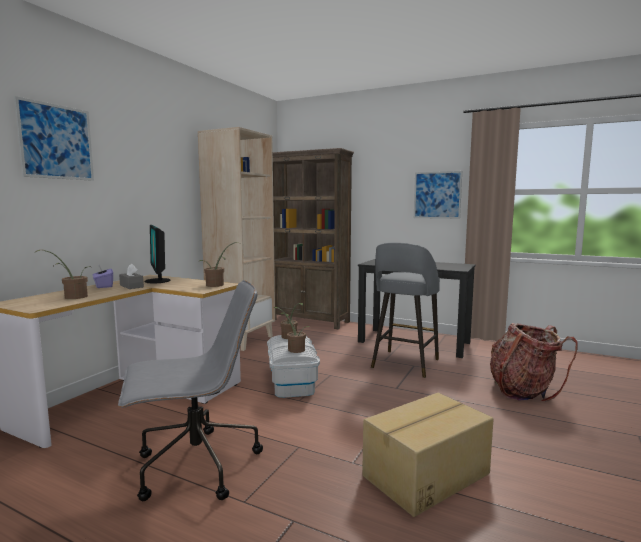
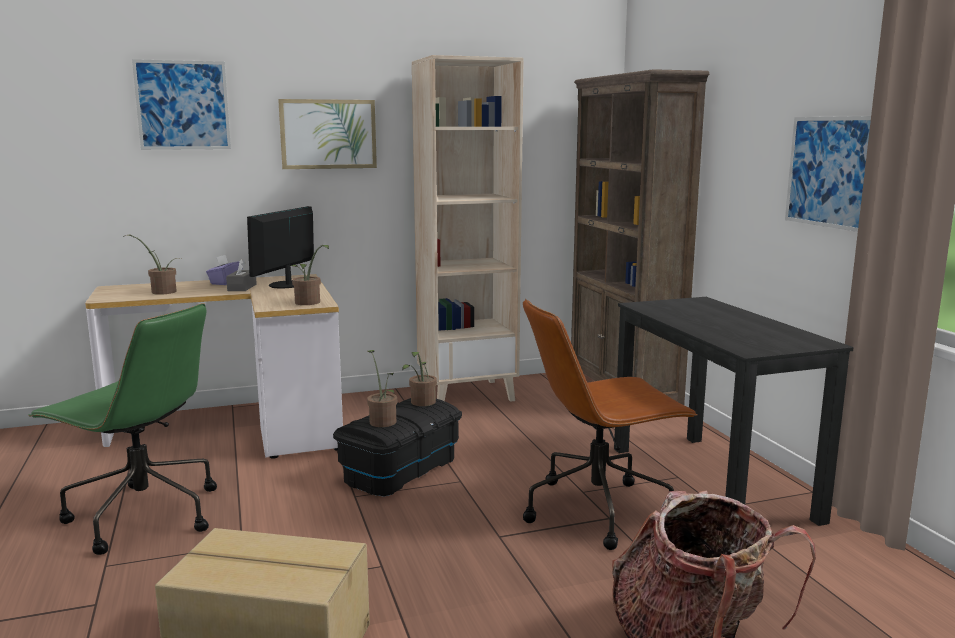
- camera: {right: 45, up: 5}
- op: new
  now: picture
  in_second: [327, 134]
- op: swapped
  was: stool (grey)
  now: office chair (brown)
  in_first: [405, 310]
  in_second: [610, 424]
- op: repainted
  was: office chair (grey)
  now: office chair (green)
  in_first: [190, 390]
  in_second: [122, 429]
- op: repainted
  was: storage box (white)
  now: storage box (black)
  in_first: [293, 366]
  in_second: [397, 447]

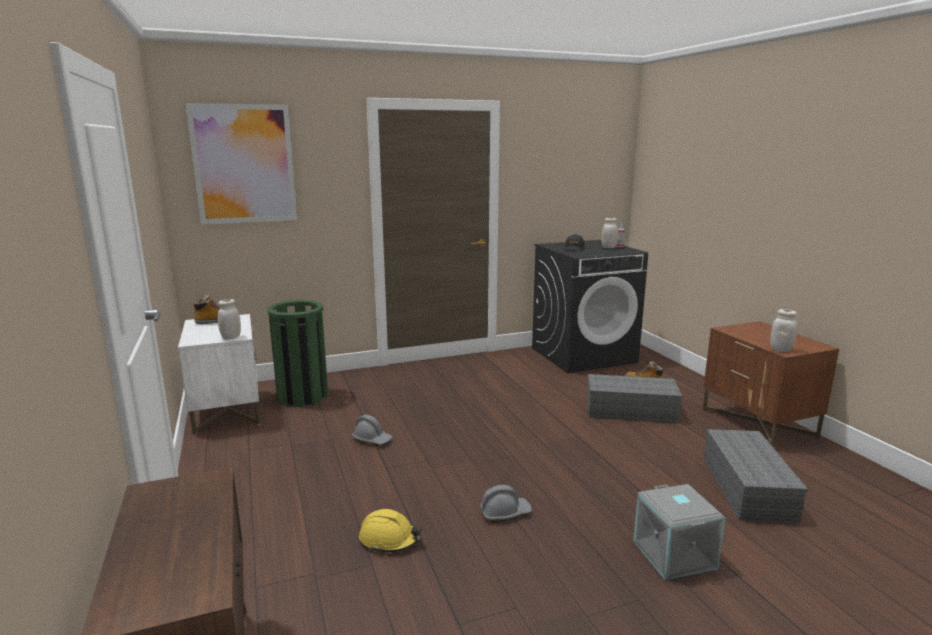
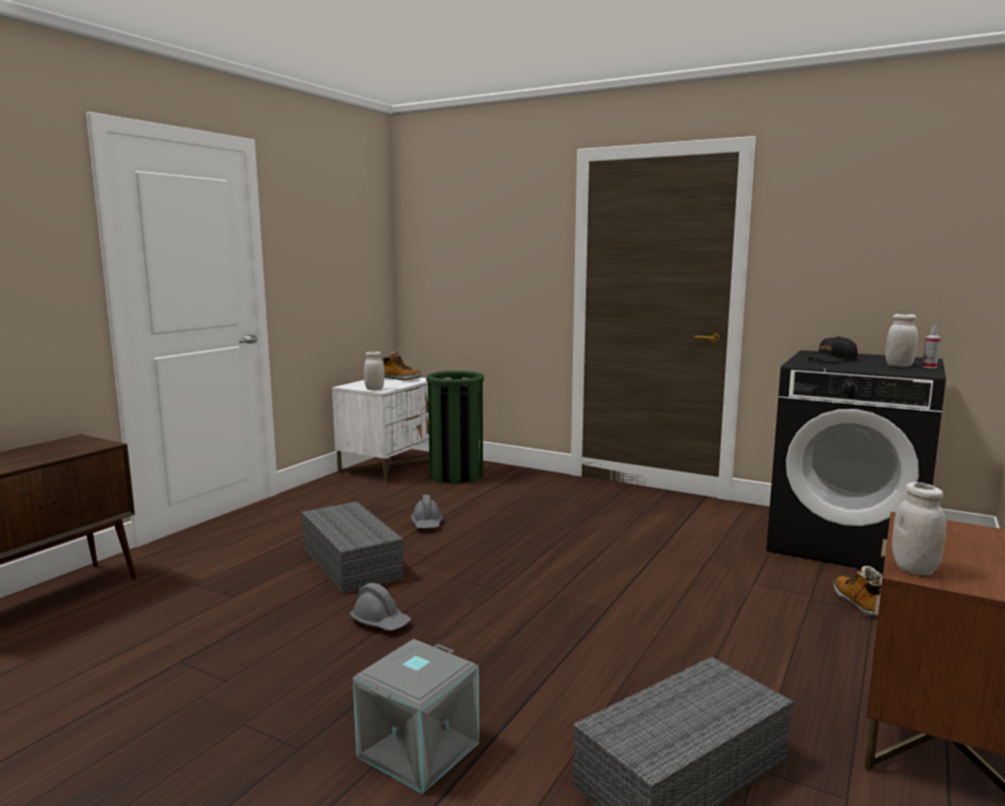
- camera: {right: 50, up: -5}
- op: gone
  was: picture
  in_first: [241, 163]
- op: gone
  was: hard hat (yellow)
  in_first: [390, 531]
- op: shifted
  was: storage box (grey)
  in_first: [634, 398]
  in_second: [352, 548]

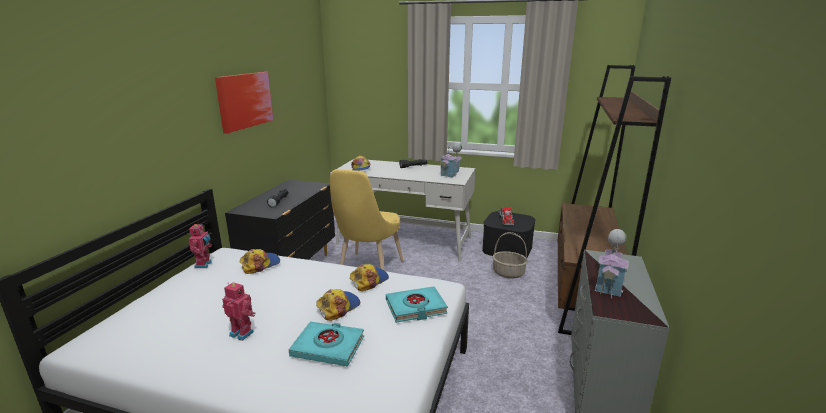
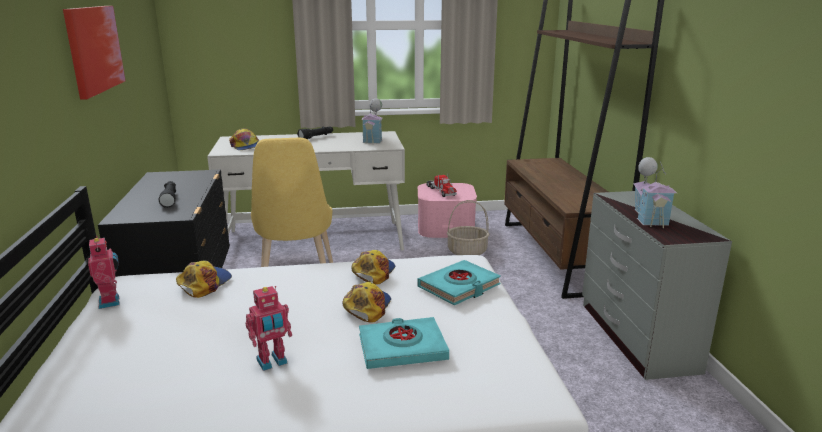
- camera: {right: -25, up: 0}
- op: repainted
  was: storage box (black)
  now: storage box (pink)
  in_first: [509, 234]
  in_second: [447, 210]
- op: rotated
  was: toy robot
  in_first: [239, 311]
  in_second: [269, 328]
  clockwise: 150

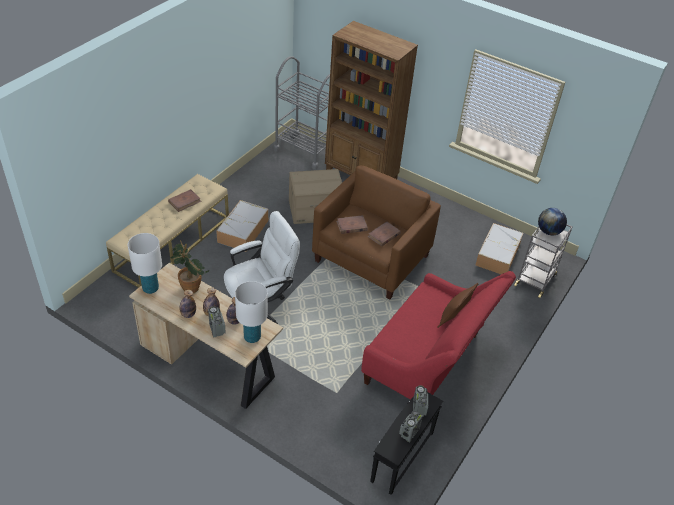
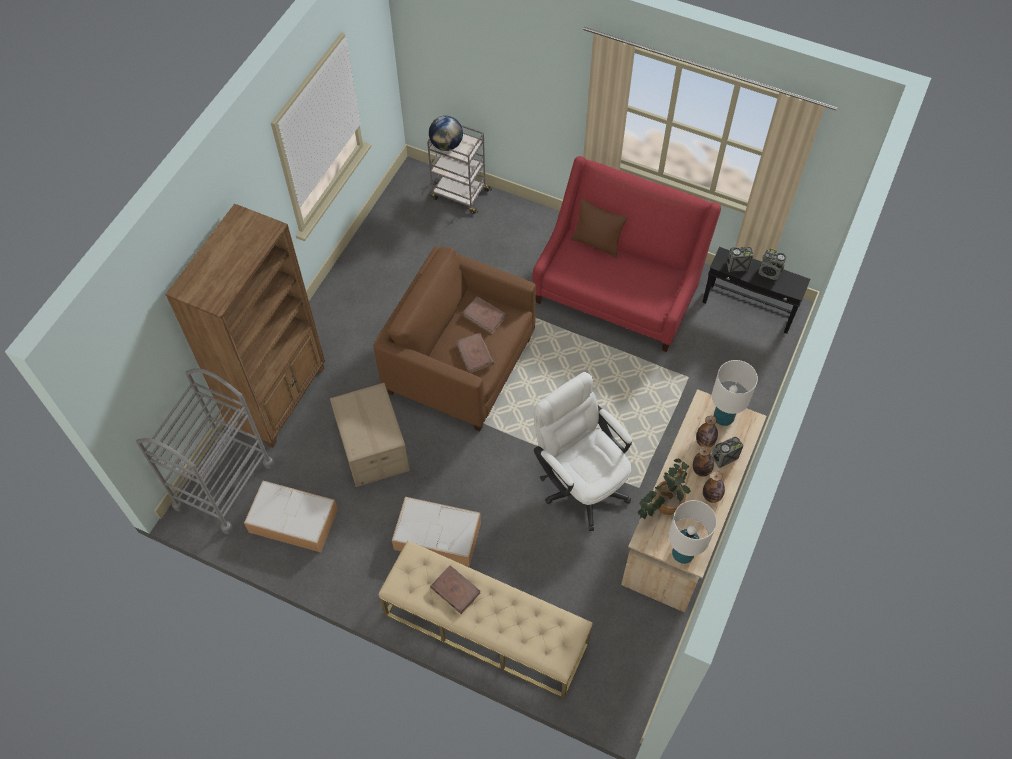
- camera: {right: -95, up: 15}
- op: shifted
  was: storage box
  in_first: [499, 248]
  in_second: [291, 516]

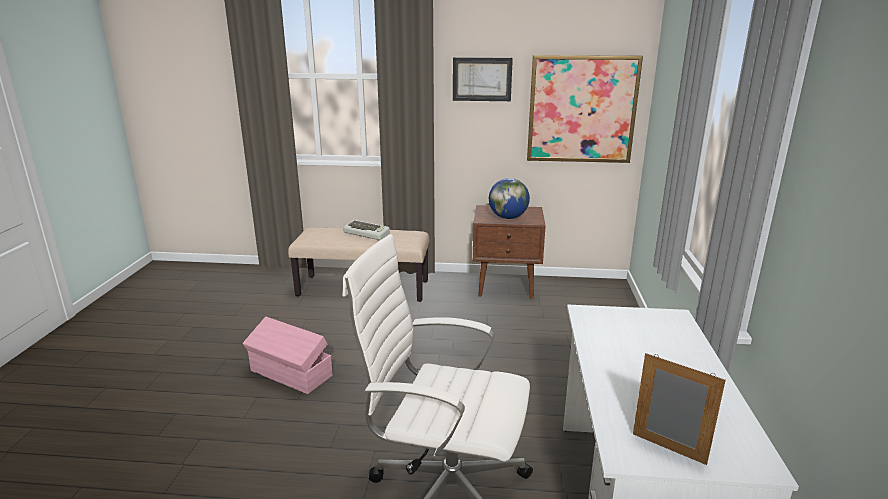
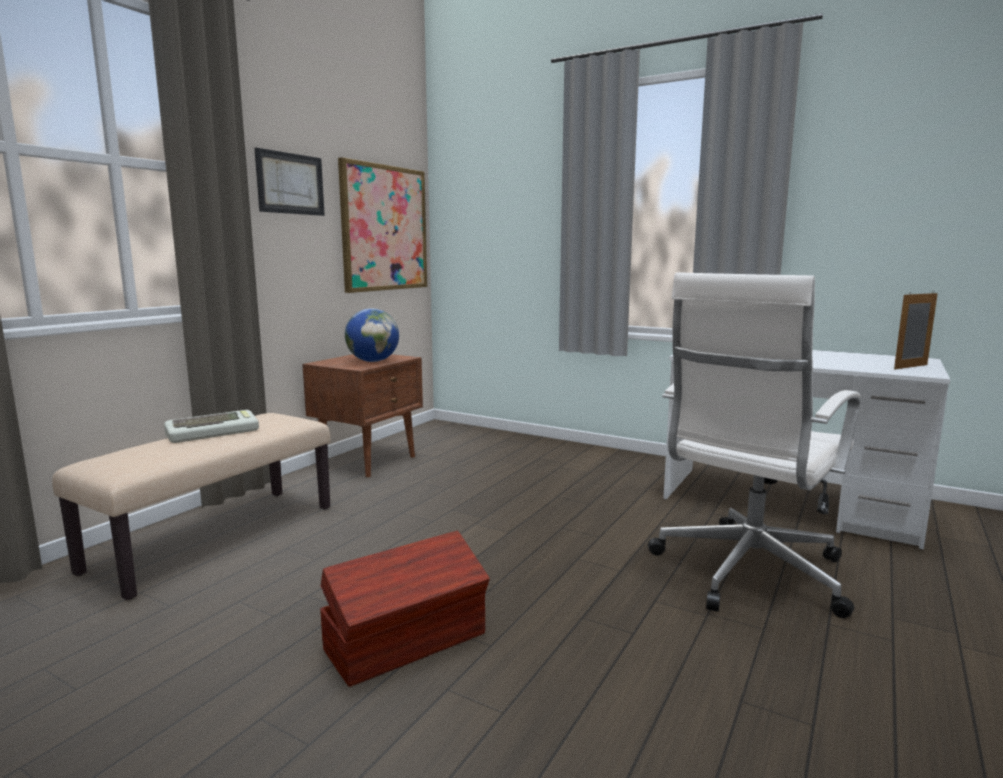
- camera: {right: -65, up: -10}
- op: repainted
  was: storage box (pink)
  now: storage box (brown)
  in_first: [288, 355]
  in_second: [405, 609]

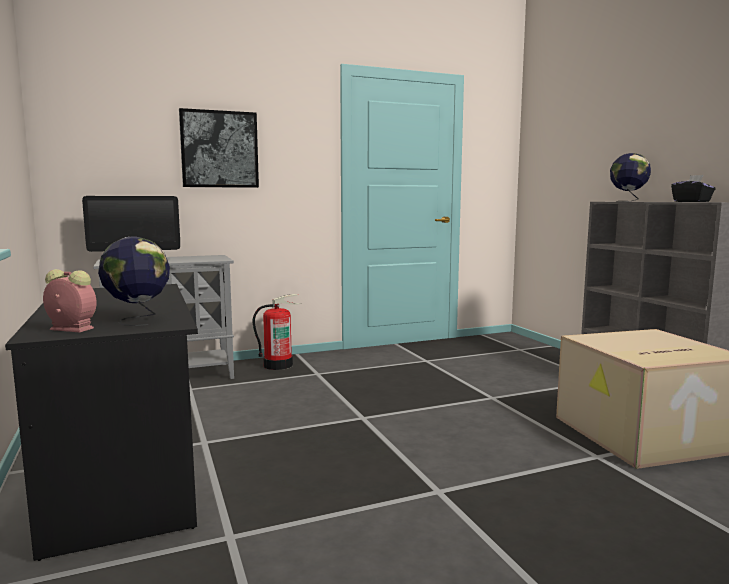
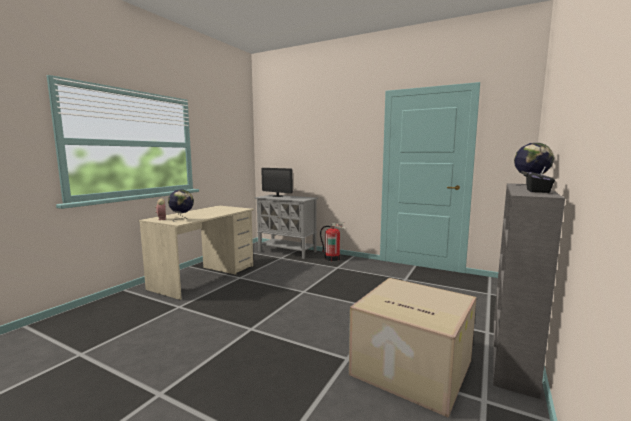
- camera: {right: 50, up: 0}
- op: gone
  was: picture
  in_first: [219, 148]
- op: repainted
  was: desk (black)
  now: desk (beige)
  in_first: [101, 422]
  in_second: [196, 253]

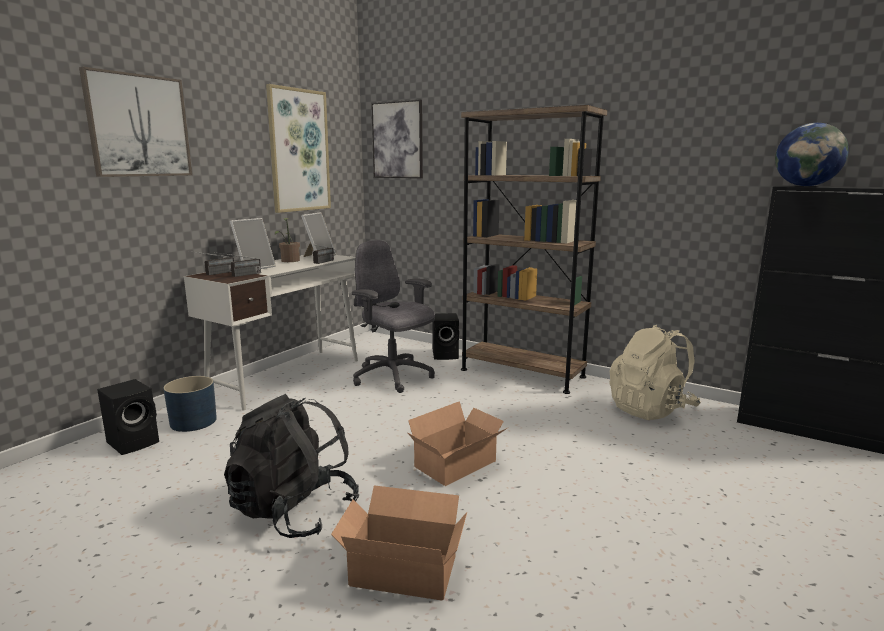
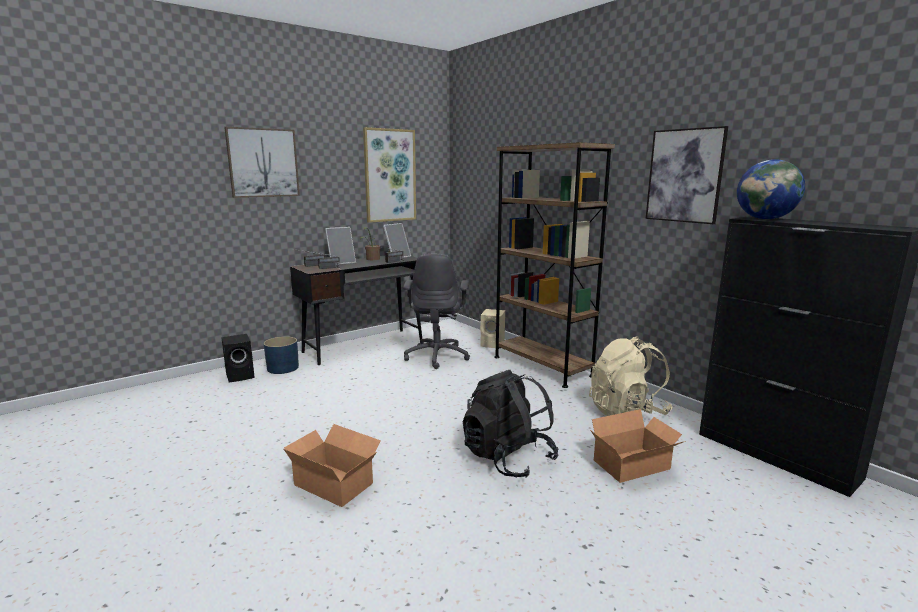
- camera: {right: 20, up: 0}
- op: shifted
  was: backpack (black)
  in_first: [291, 466]
  in_second: [510, 424]
- op: shifted
  was: picture
  in_first: [397, 138]
  in_second: [687, 175]
- op: shifted
  was: cardboard box
  in_first: [458, 443]
  in_second: [637, 446]
- op: repainted
  was: desk (white)
  now: desk (black)
  in_first: [271, 331]
  in_second: [356, 310]
- op: repainted
  was: speaker (black)
  now: speaker (beige)
  in_first: [446, 336]
  in_second: [492, 328]
- op: rotated
  was: office chair (grey)
  in_first: [393, 316]
  in_second: [436, 311]
  clockwise: -150

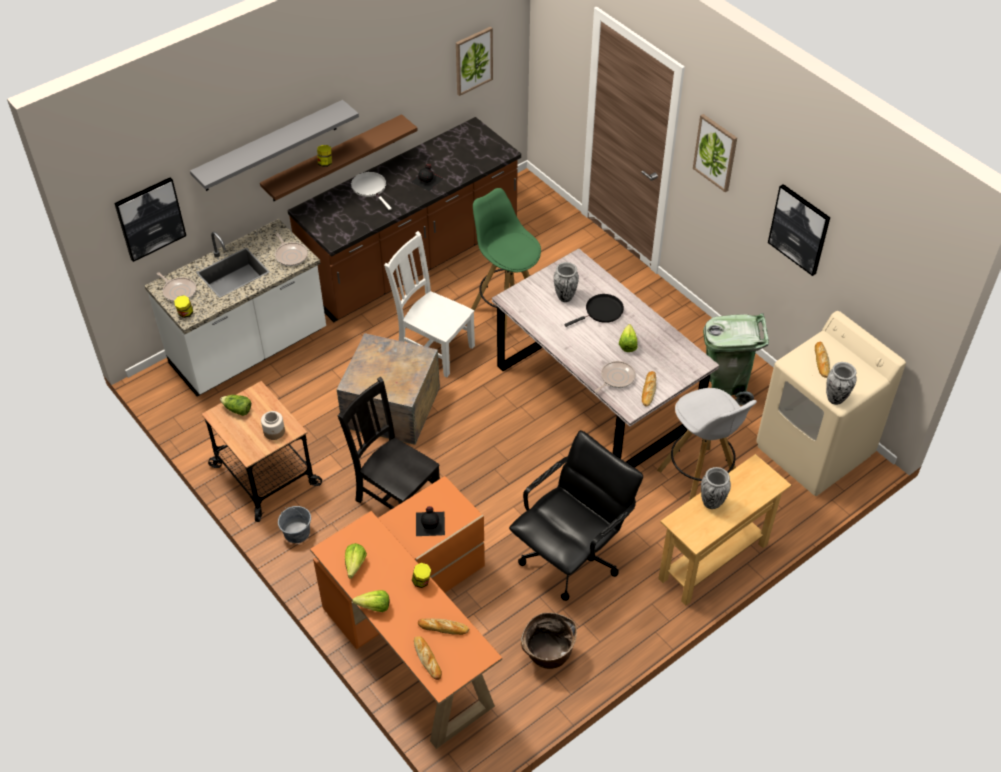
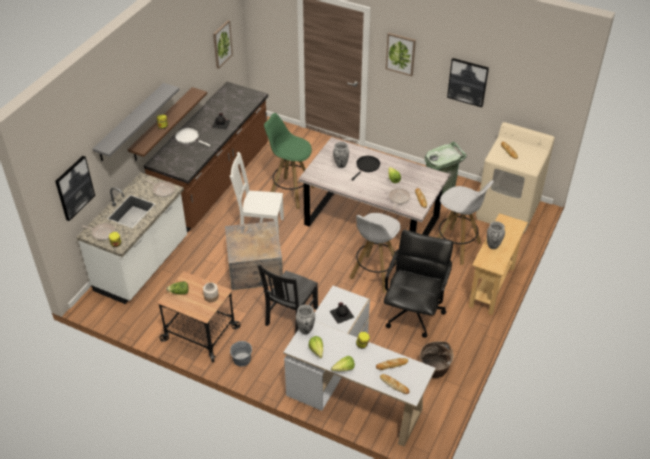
- camera: {right: -25, up: -5}
- op: new
  now: stool (white)
  in_second: [375, 253]
- op: shifted
  was: vase
  in_first: [841, 383]
  in_second: [305, 319]
- op: repainted
  was: desk (orange)
  now: desk (white)
  in_first: [406, 612]
  in_second: [359, 366]
- op: rotated
  was: chair (black)
  in_first: [389, 443]
  in_second: [287, 299]
  clockwise: -75

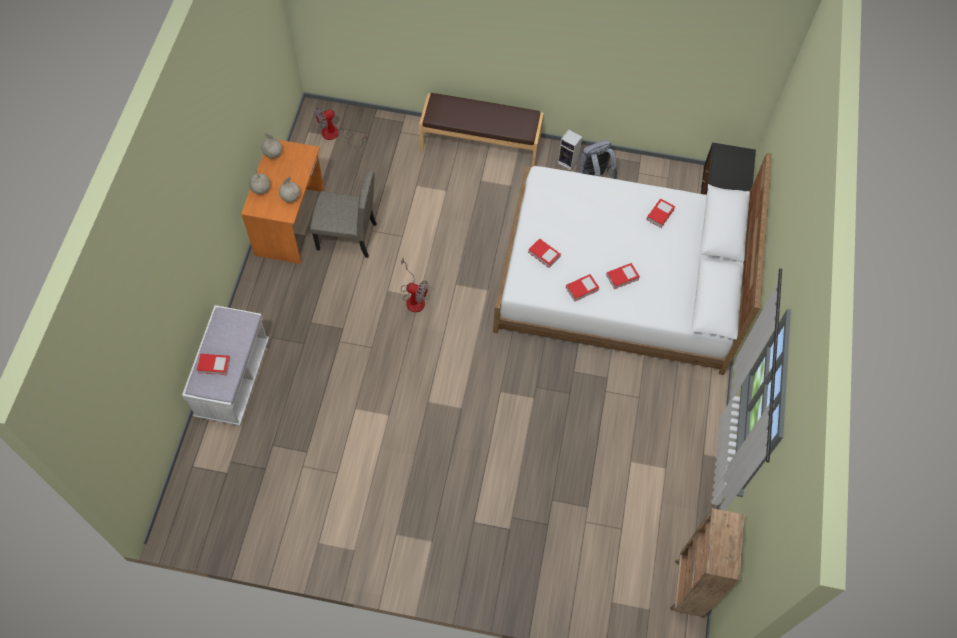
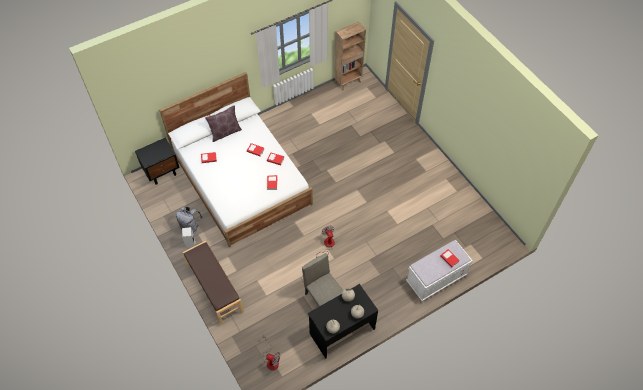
- camera: {right: -130, up: -5}
- op: new
  now: pillow (brown)
  in_second: [223, 123]
- op: repainted
  was: desk (orange)
  now: desk (black)
  in_first: [283, 201]
  in_second: [343, 321]

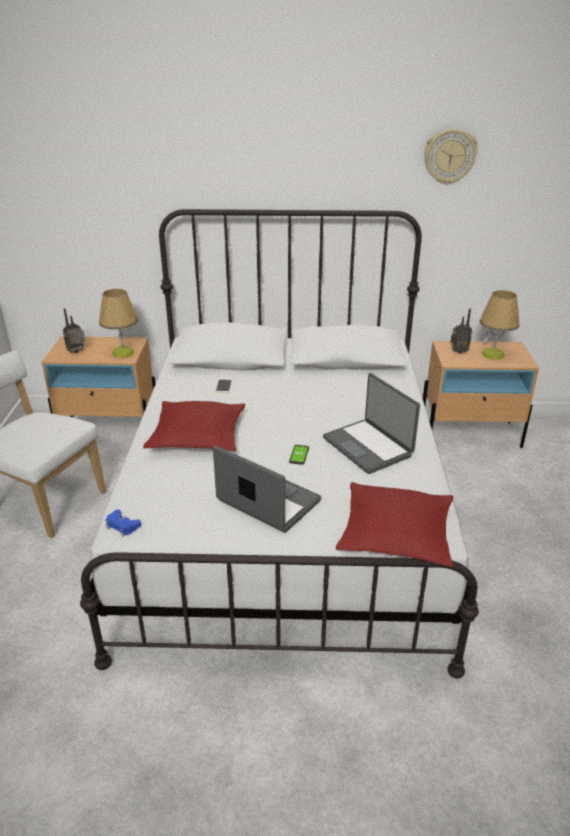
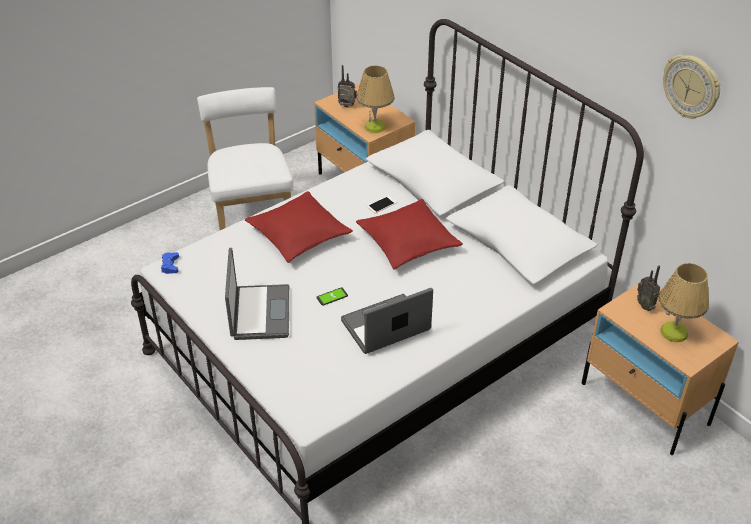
- camera: {right: 50, up: 10}
- op: shifted
  was: pillow (red)
  in_first: [394, 524]
  in_second: [409, 234]
- op: rotated
  was: laptop
  in_first: [371, 423]
  in_second: [387, 321]
  clockwise: 45

